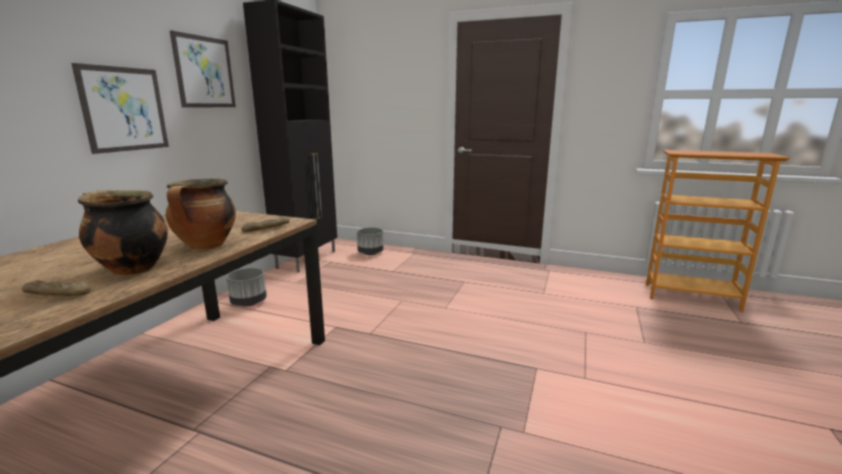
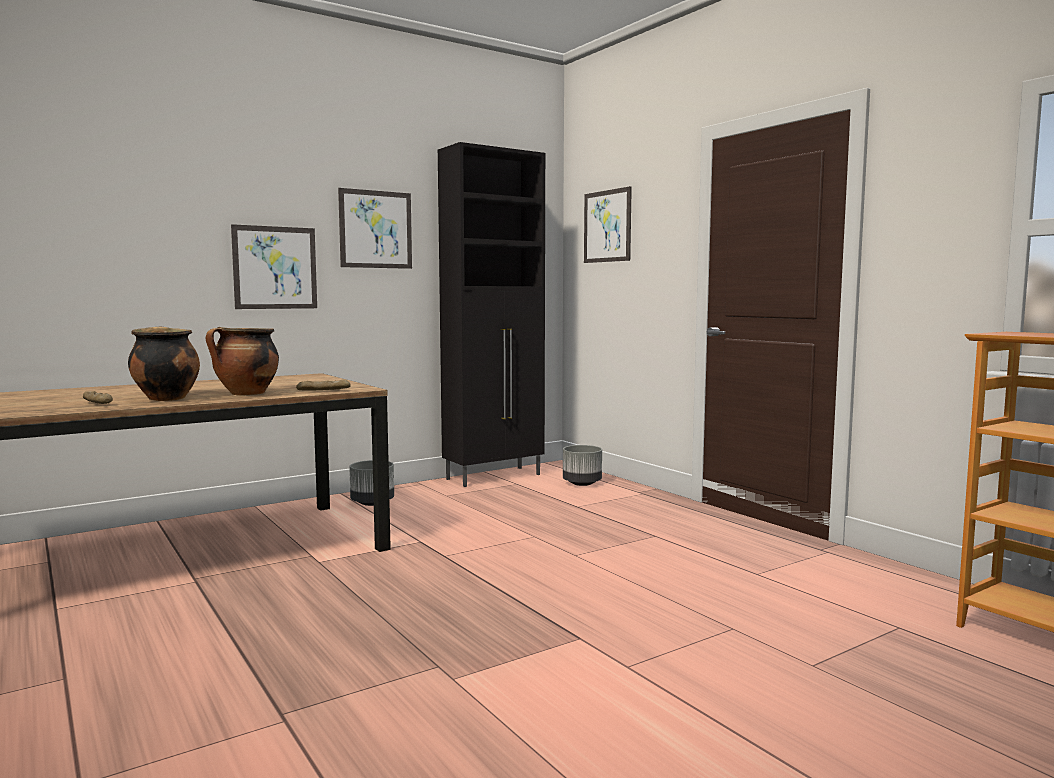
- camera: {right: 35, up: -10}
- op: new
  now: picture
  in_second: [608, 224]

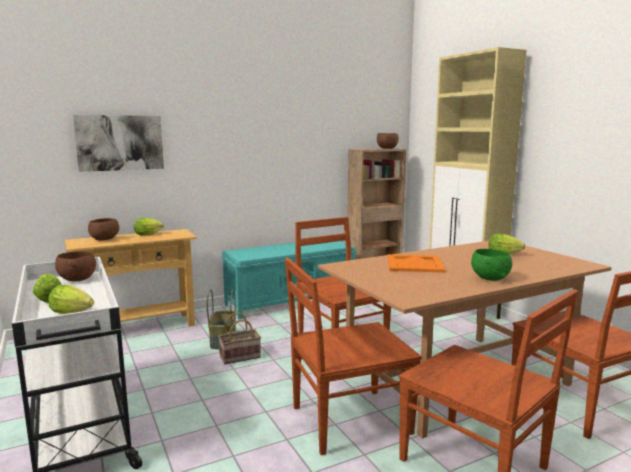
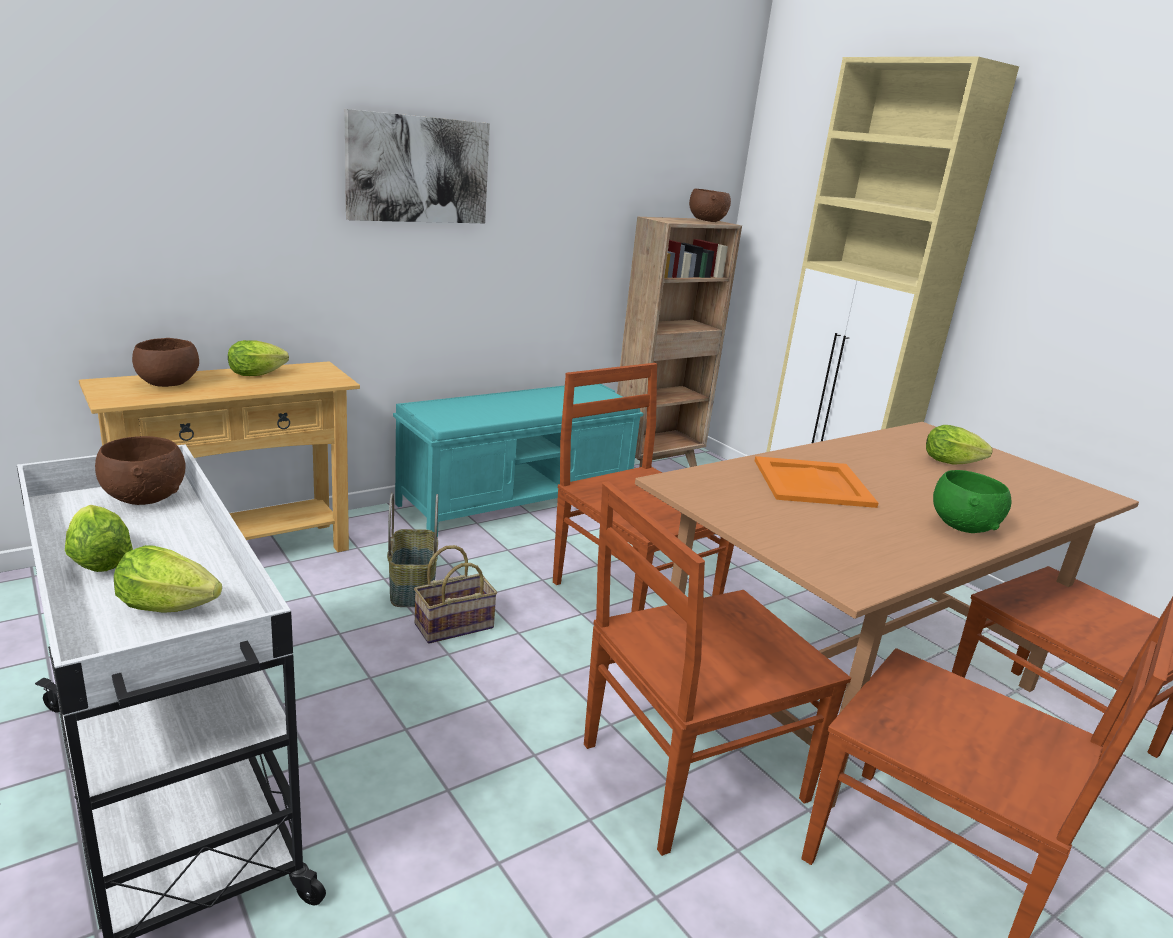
- camera: {right: -10, up: 10}
- op: shifted
  was: picture
  in_first: [118, 143]
  in_second: [417, 166]

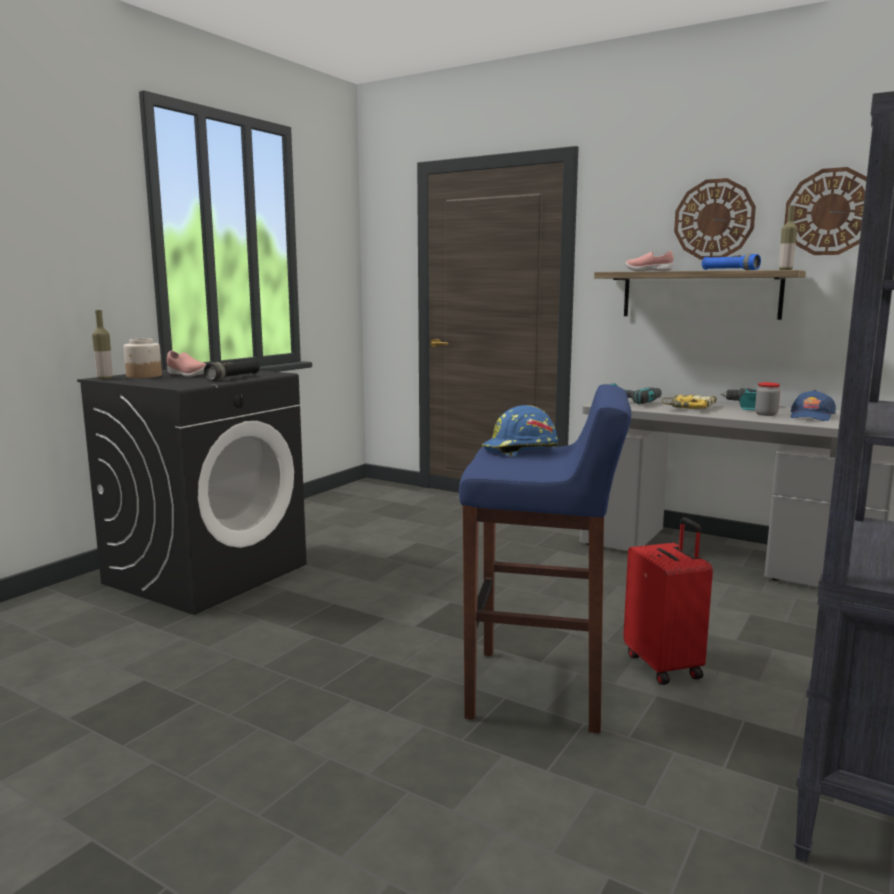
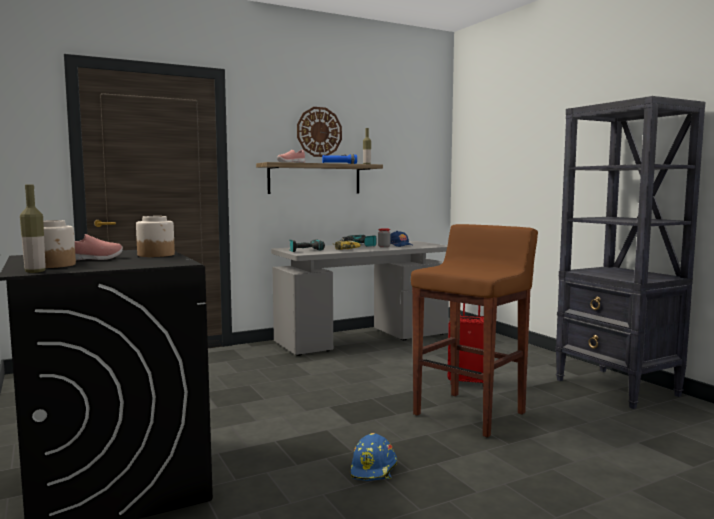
- camera: {right: -60, up: -5}
- op: gone
  was: wall clock
  in_first: [825, 211]
- op: shifted
  was: hard hat (blue)
  in_first: [520, 431]
  in_second: [374, 457]
- op: swapped
  was: flashlight (black)
  now: jar
  in_first: [232, 370]
  in_second: [155, 236]
- op: repainted
  was: stool (blue)
  now: stool (brown)
  in_first: [545, 558]
  in_second: [474, 330]

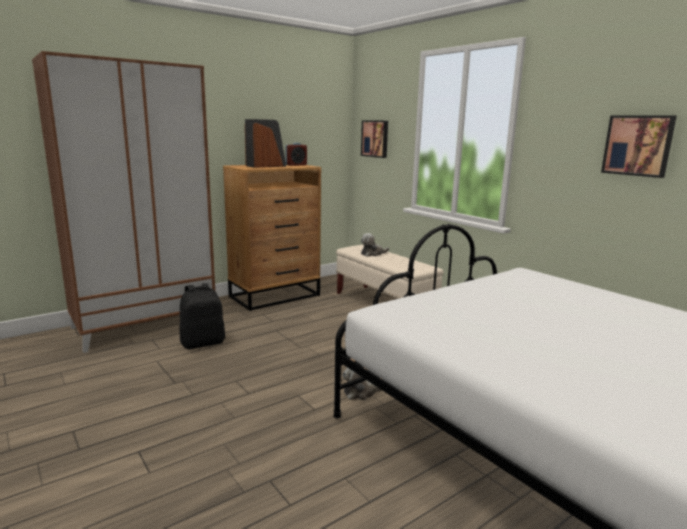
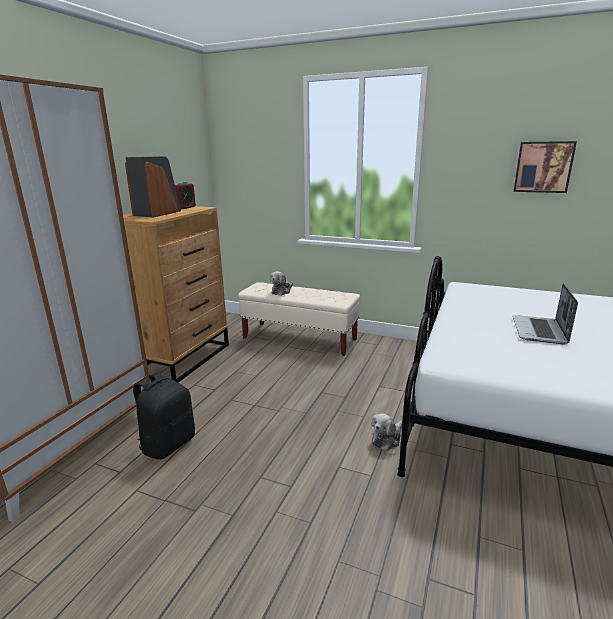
- camera: {right: -30, up: 5}
- op: gone
  was: picture
  in_first: [374, 139]
- op: new
  now: laptop
  in_second: [545, 314]

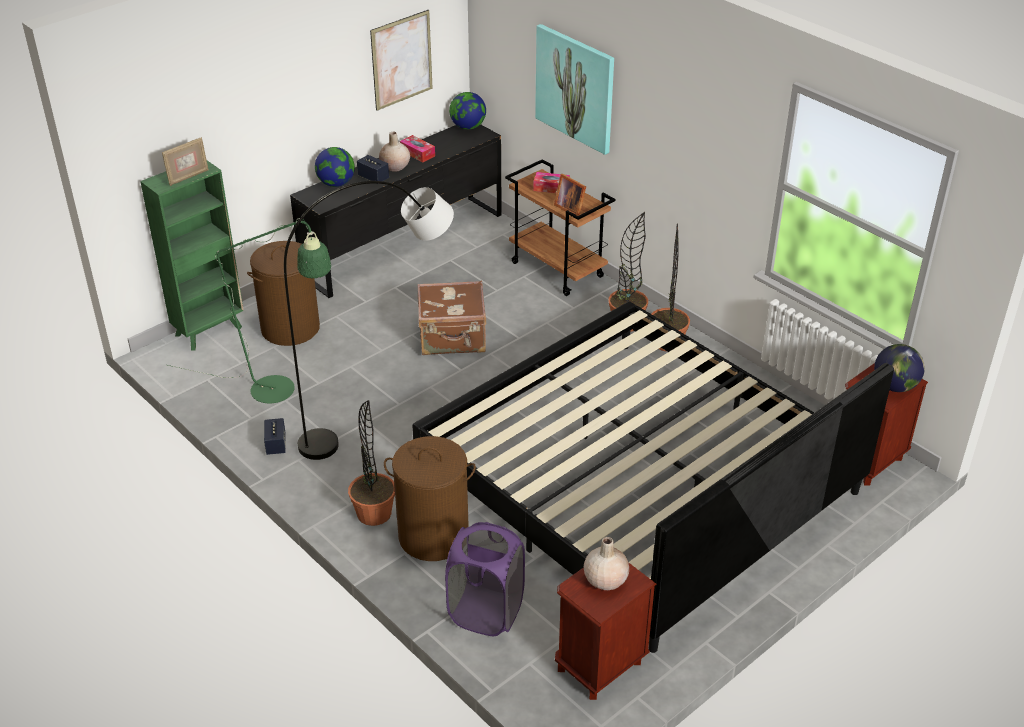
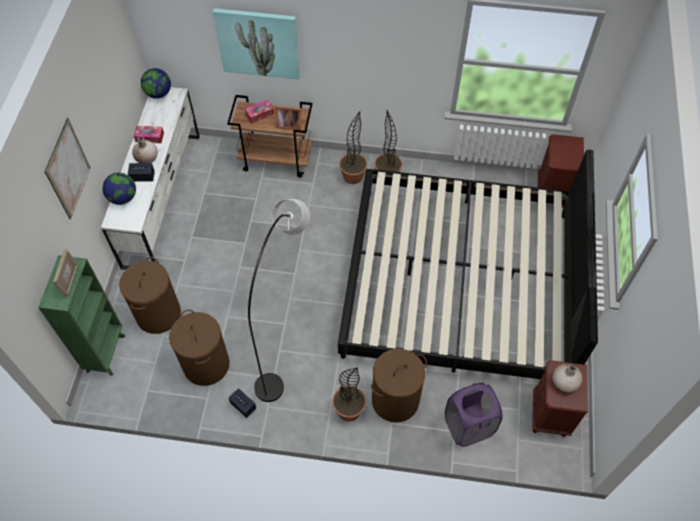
- camera: {right: -40, up: 20}
- op: gone
  was: suitcase (brown)
  in_first: [451, 317]
- op: gone
  was: globe
  in_first: [899, 368]
- op: shifted
  was: picture
  in_first: [401, 60]
  in_second: [68, 168]
- op: swapped
  was: floor lamp (green)
  now: laundry basket (brown)
  in_first: [249, 310]
  in_second: [199, 348]
- op: repainted
  was: dresser (black)
  now: dresser (white)
  in_first: [396, 211]
  in_second: [150, 178]

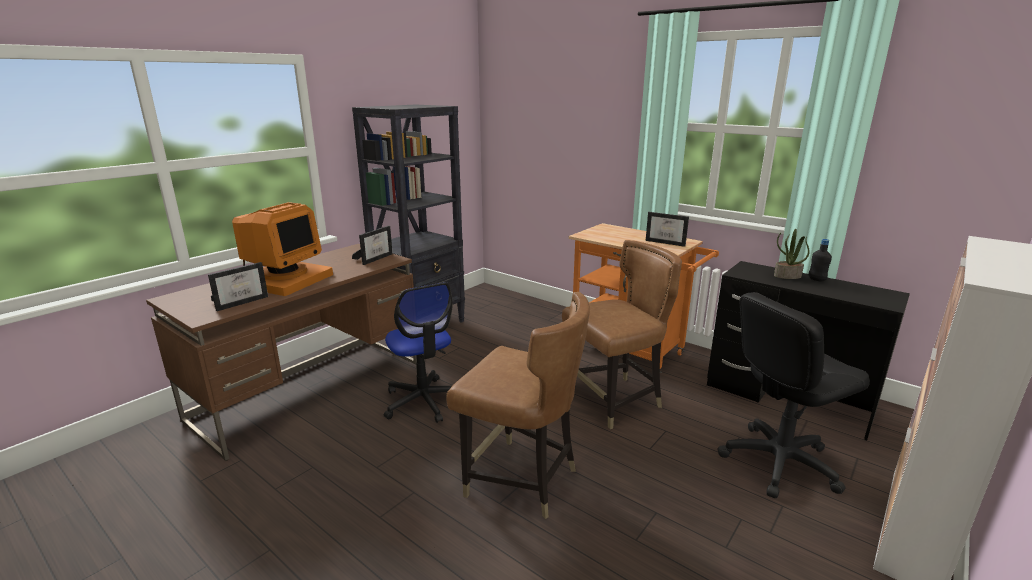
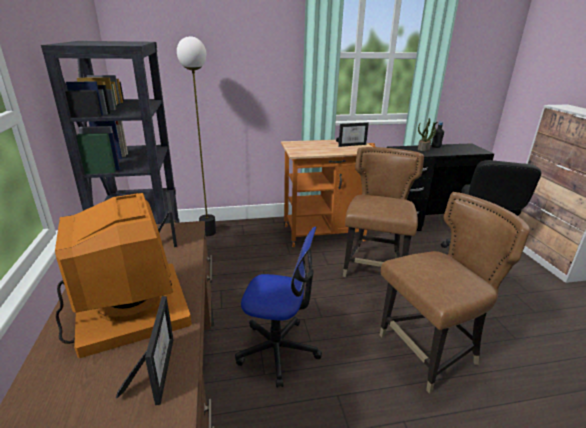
- camera: {right: -50, up: 5}
- op: new
  now: floor lamp
  in_second: [196, 136]

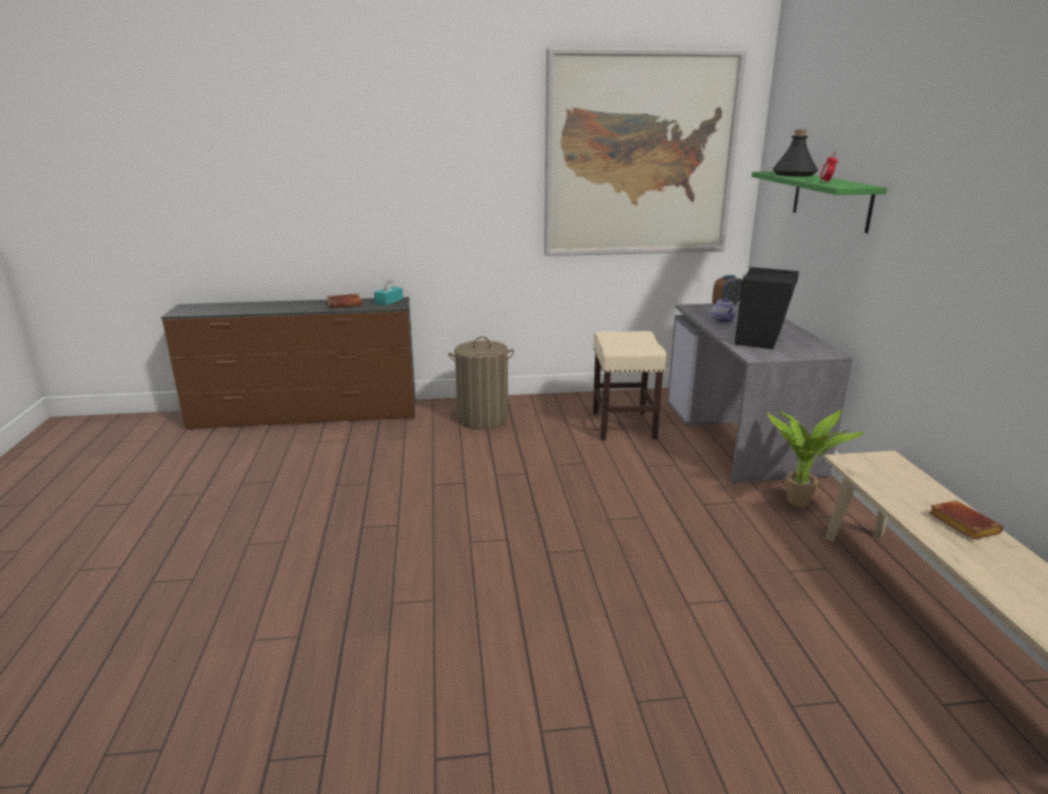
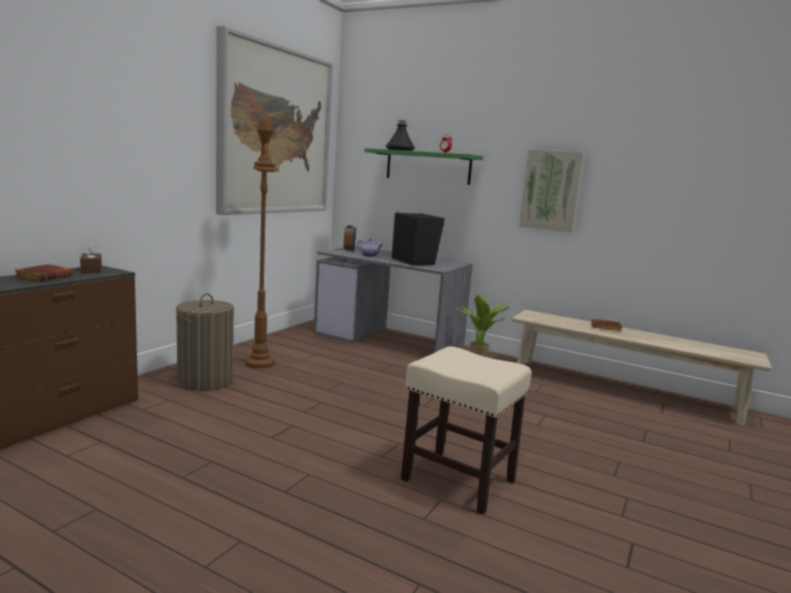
- camera: {right: -55, up: -10}
- op: new
  now: floor lamp (brown)
  in_second: [261, 239]
- op: new
  now: picture
  in_second: [551, 191]
- op: shifted
  was: stool (beige)
  in_first: [630, 385]
  in_second: [466, 430]
- op: repainted
  was: tissue box (turquoise)
  now: tissue box (brown)
  in_first: [388, 292]
  in_second: [91, 258]

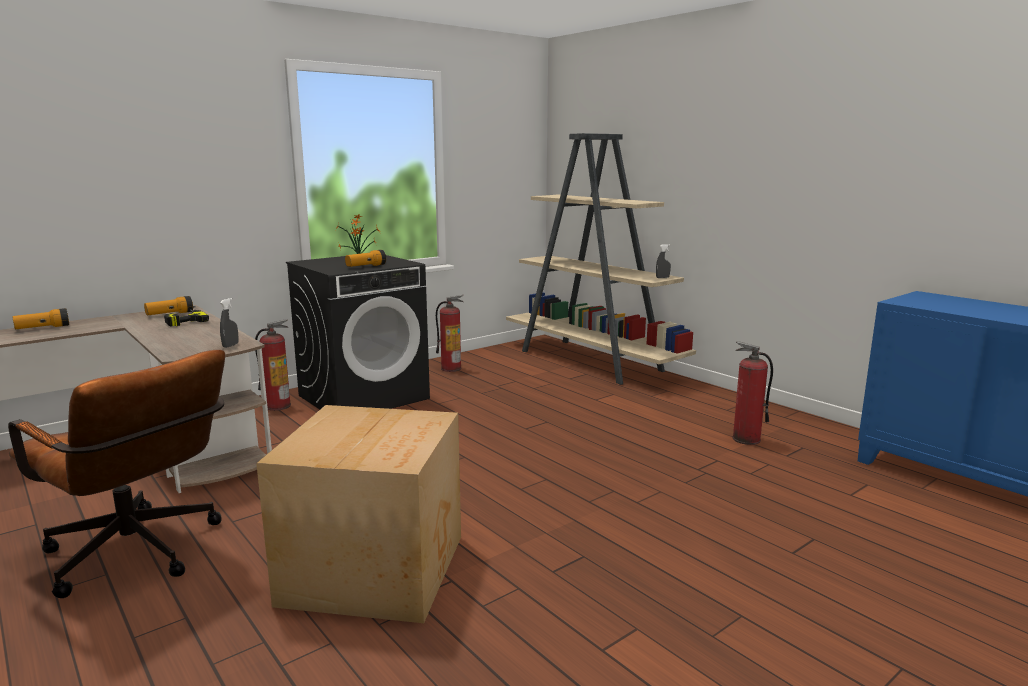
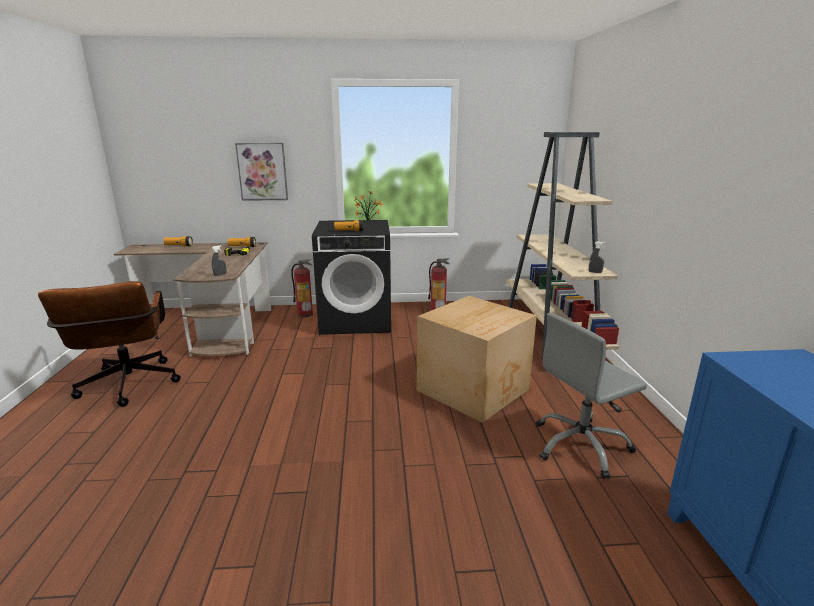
- camera: {right: 35, up: 5}
- op: new
  now: picture
  in_second: [261, 172]
- op: shifted
  was: cardboard box
  in_first: [358, 514]
  in_second: [477, 359]
- op: swapped
  was: fire extinguisher
  now: office chair (grey)
  in_first: [752, 393]
  in_second: [591, 396]

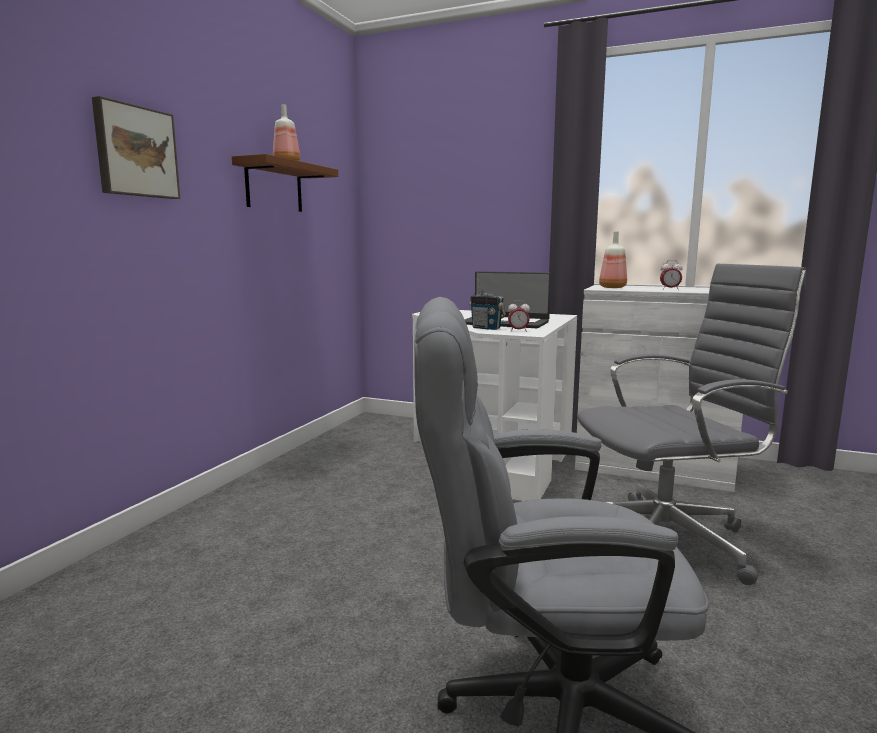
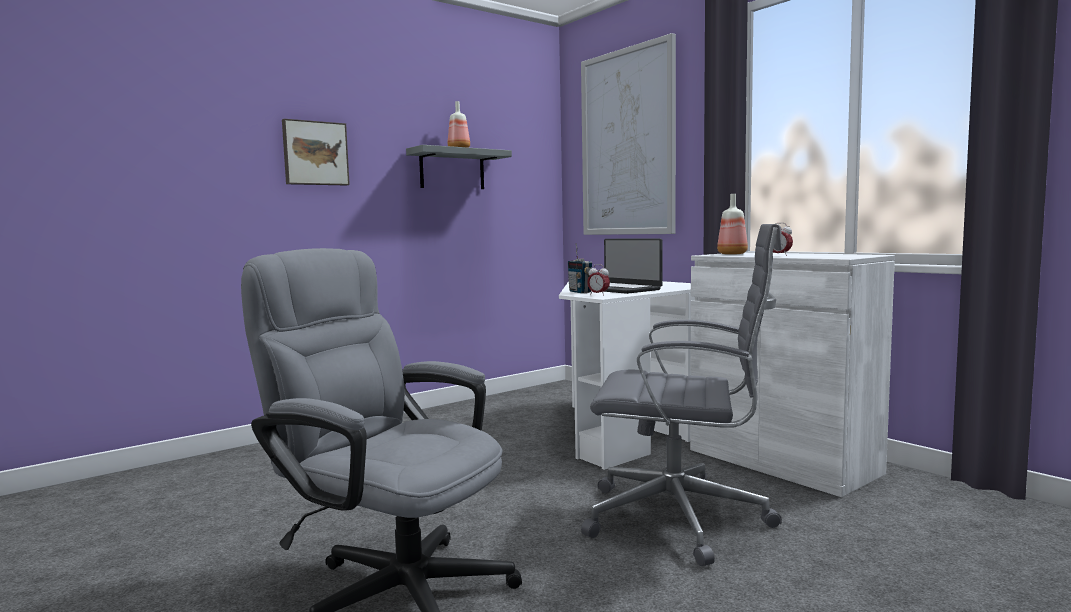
- camera: {right: 30, up: -5}
- op: new
  now: picture
  in_second: [628, 134]
- op: repainted
  was: shelf (brown)
  now: shelf (grey)
  in_first: [285, 183]
  in_second: [459, 167]

